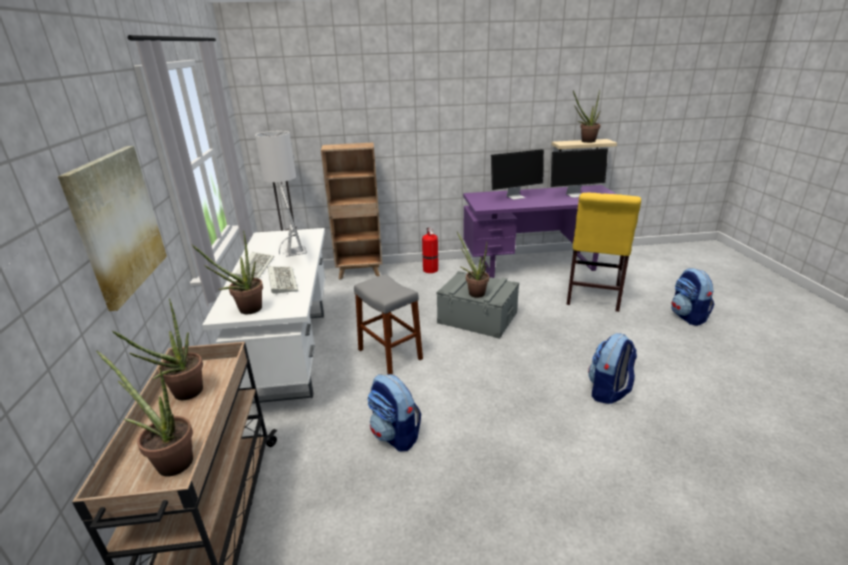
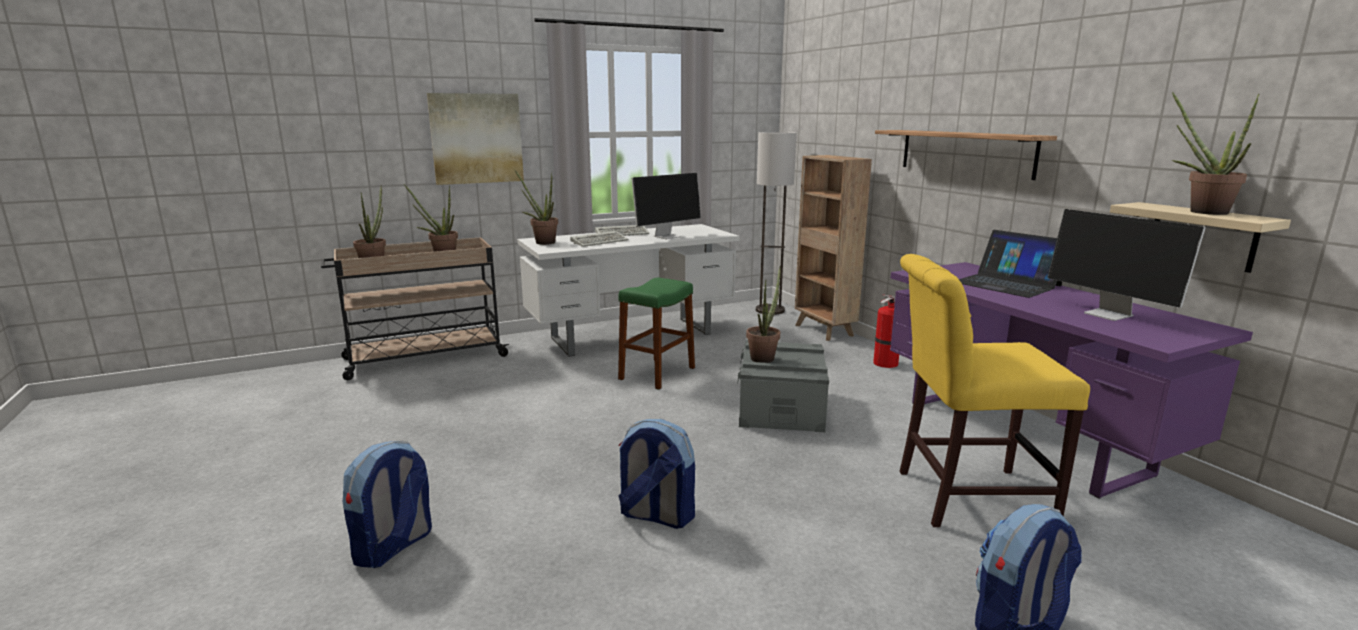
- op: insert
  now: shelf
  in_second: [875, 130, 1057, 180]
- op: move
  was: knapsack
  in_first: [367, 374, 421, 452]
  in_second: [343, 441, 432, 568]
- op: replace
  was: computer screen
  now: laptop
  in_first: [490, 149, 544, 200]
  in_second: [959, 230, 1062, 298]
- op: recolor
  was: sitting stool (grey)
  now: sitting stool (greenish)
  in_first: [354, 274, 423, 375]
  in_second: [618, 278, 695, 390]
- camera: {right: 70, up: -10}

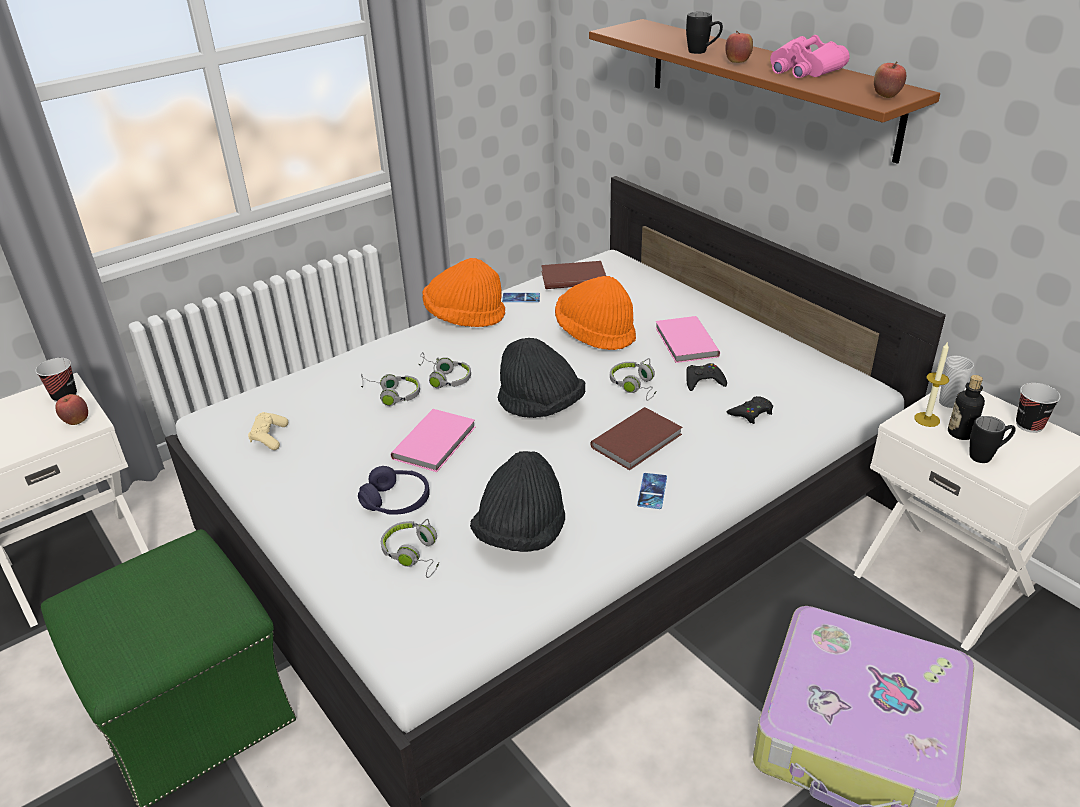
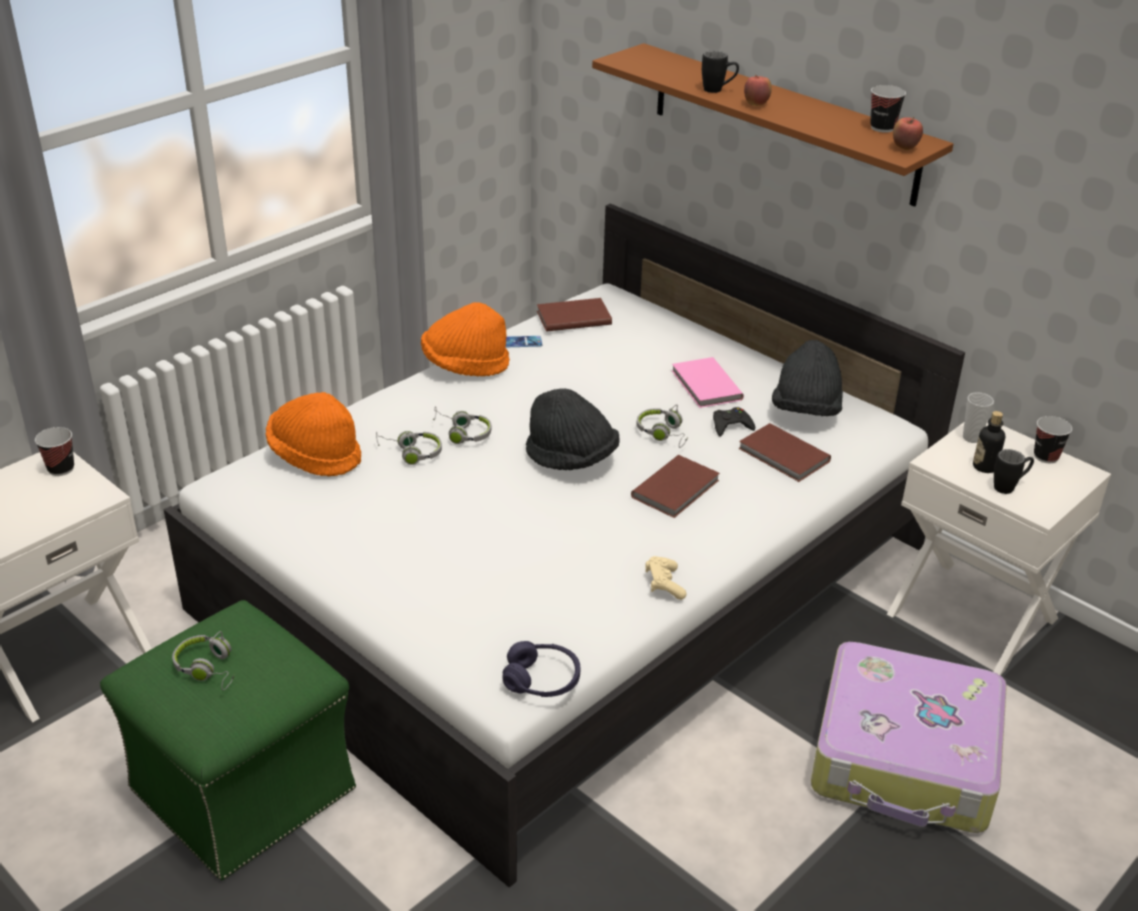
- op: delete
  was: apple
  in_first: [55, 394, 88, 425]
- op: delete
  was: volume (pinkish)
  in_first: [391, 409, 476, 472]
- op: delete
  was: handset
  in_first: [637, 473, 667, 509]
- op: delete
  was: field glasses (pinkish)
  in_first: [770, 35, 849, 78]
- op: delete
  was: wax light
  in_first: [914, 341, 949, 427]
- op: insert
  now: drinking cup
  in_second: [870, 85, 906, 133]
- op: move
  was: gamepad (sand-coloured)
  in_first: [248, 412, 288, 450]
  in_second: [645, 556, 686, 600]
- op: move
  was: headset (purple-coloured)
  in_first: [358, 466, 430, 515]
  in_second: [502, 641, 580, 697]
- op: move
  was: headset (grey)
  in_first: [381, 519, 439, 578]
  in_second: [172, 631, 235, 690]
- op: move
  was: wearable hat (blackish)
  in_first: [470, 451, 565, 552]
  in_second: [772, 340, 843, 416]
- op: move
  was: wearable hat (orangey)
  in_first: [555, 276, 636, 350]
  in_second: [265, 392, 361, 477]
- op: replace
  was: gamepad (blackish)
  now: volume (brown-coloured)
  in_first: [727, 396, 773, 424]
  in_second: [738, 423, 831, 482]
- camera: {right: -10, up: 0}

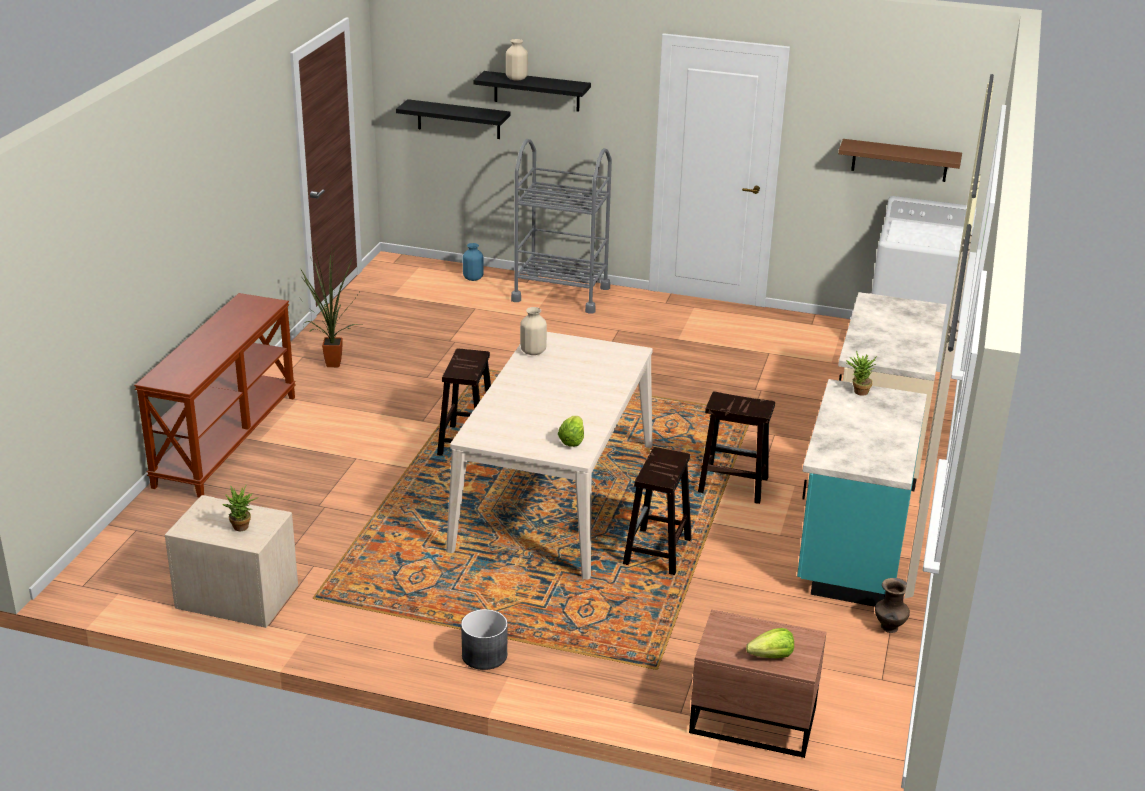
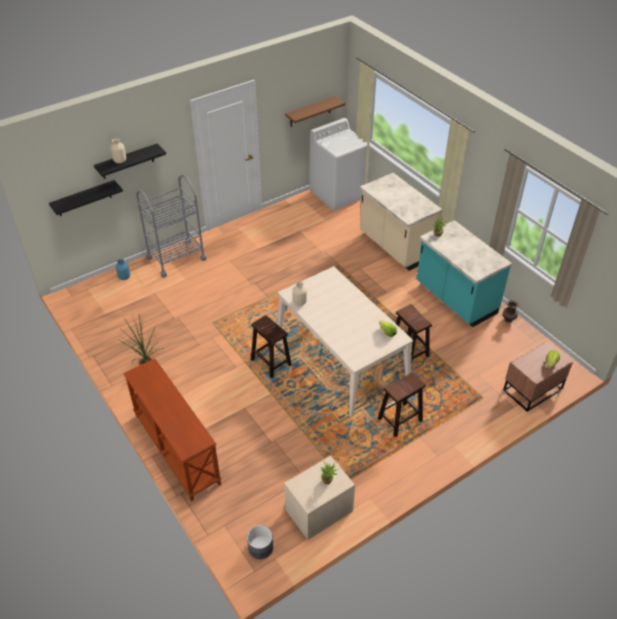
- op: move
  was: flower pot (grey)
  in_first: [461, 609, 508, 670]
  in_second: [247, 525, 273, 559]
- op: move
  was: sitting stool (brown-coloured)
  in_first: [698, 391, 775, 504]
  in_second: [378, 372, 426, 437]
- camera: {right: -50, up: 15}

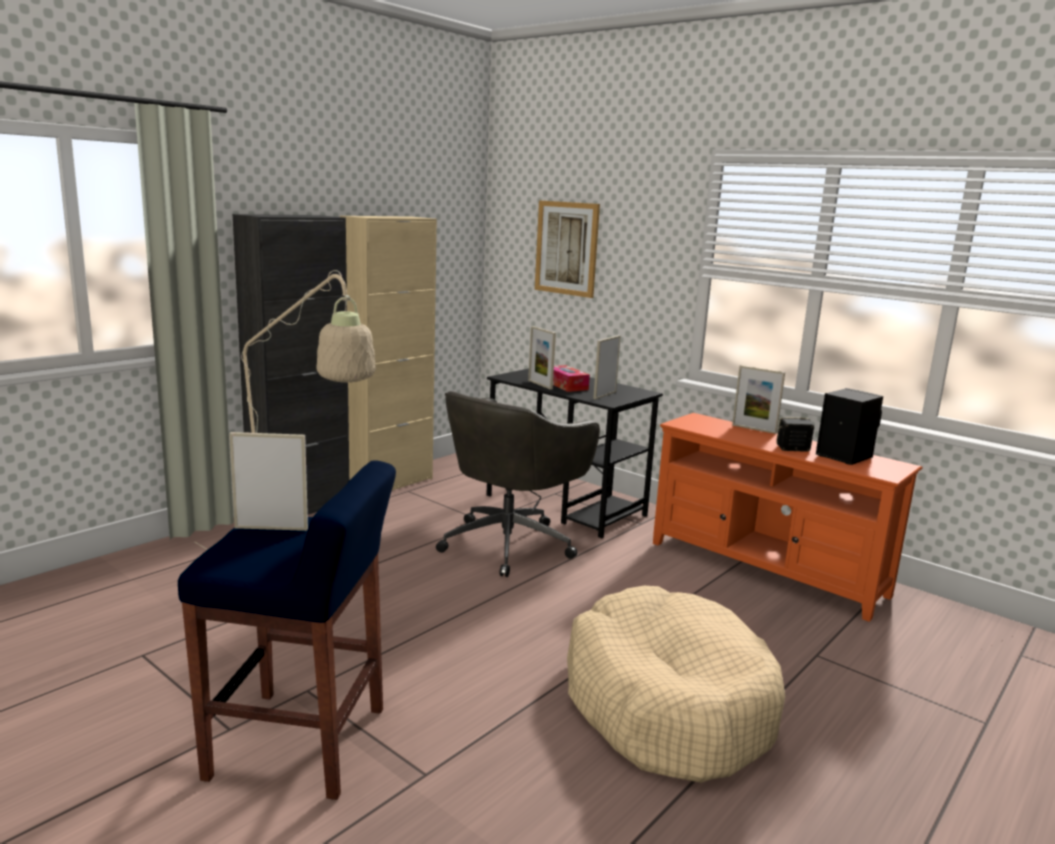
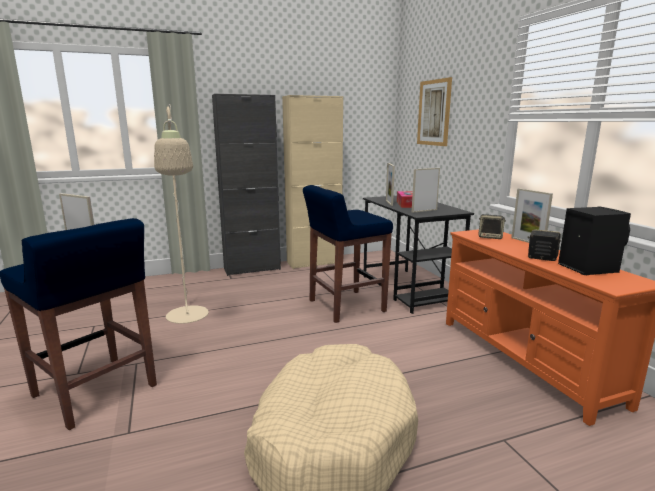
- op: insert
  now: speaker
  in_second: [479, 214, 506, 239]
- op: replace
  was: computer chair (grey)
  now: sitting stool (blue)
  in_first: [436, 391, 600, 577]
  in_second: [303, 185, 393, 323]
- camera: {right: 30, up: 0}

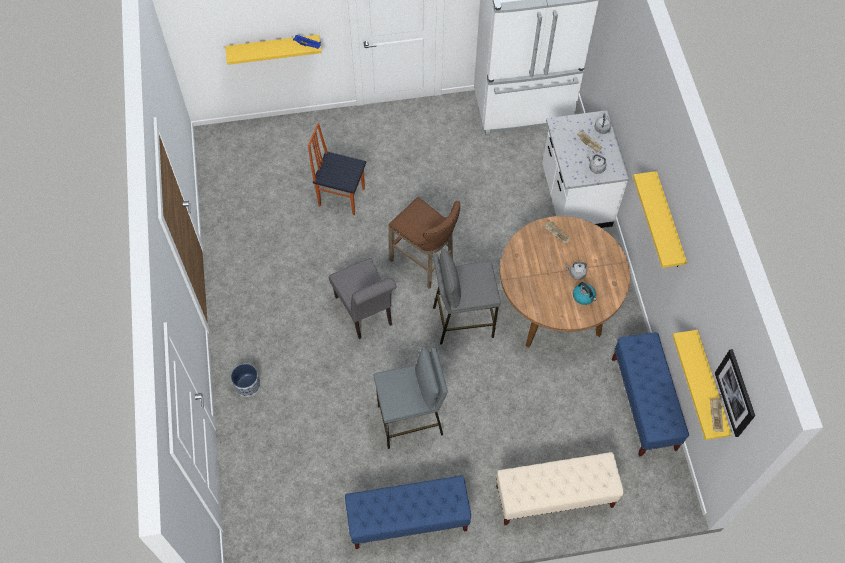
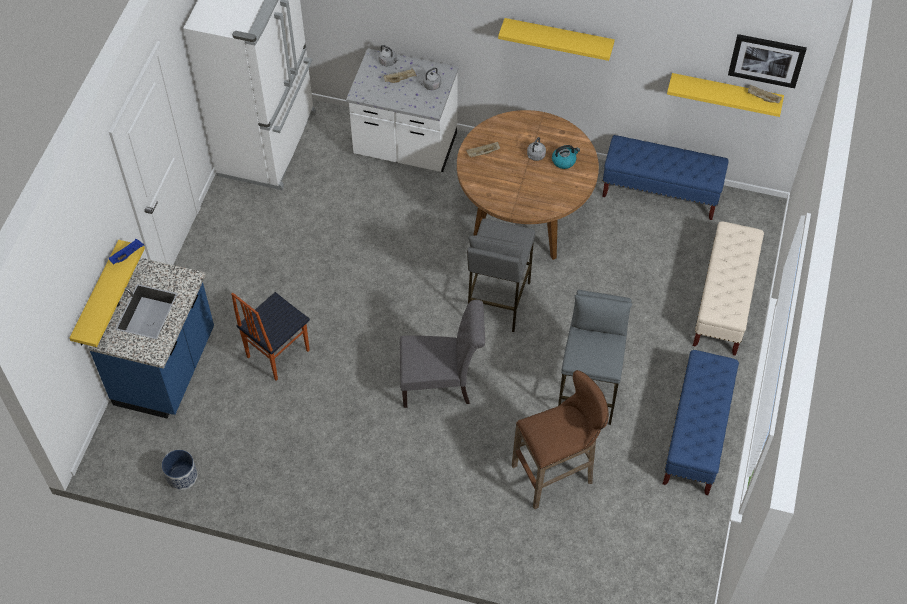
- op: insert
  now: counter (blue)
  in_second: [88, 258, 214, 418]
- op: move
  was: flower pot
  in_first: [231, 364, 261, 397]
  in_second: [162, 450, 198, 490]
- op: move
  was: sitting stool (brown-coloured)
  in_first: [389, 197, 460, 289]
  in_second: [512, 370, 609, 509]
- camera: {right: -65, up: -5}

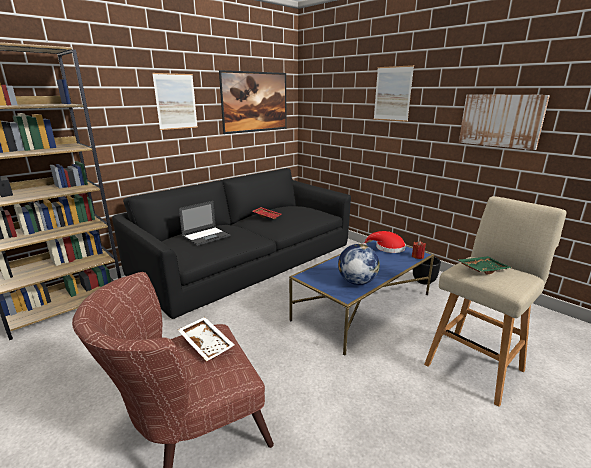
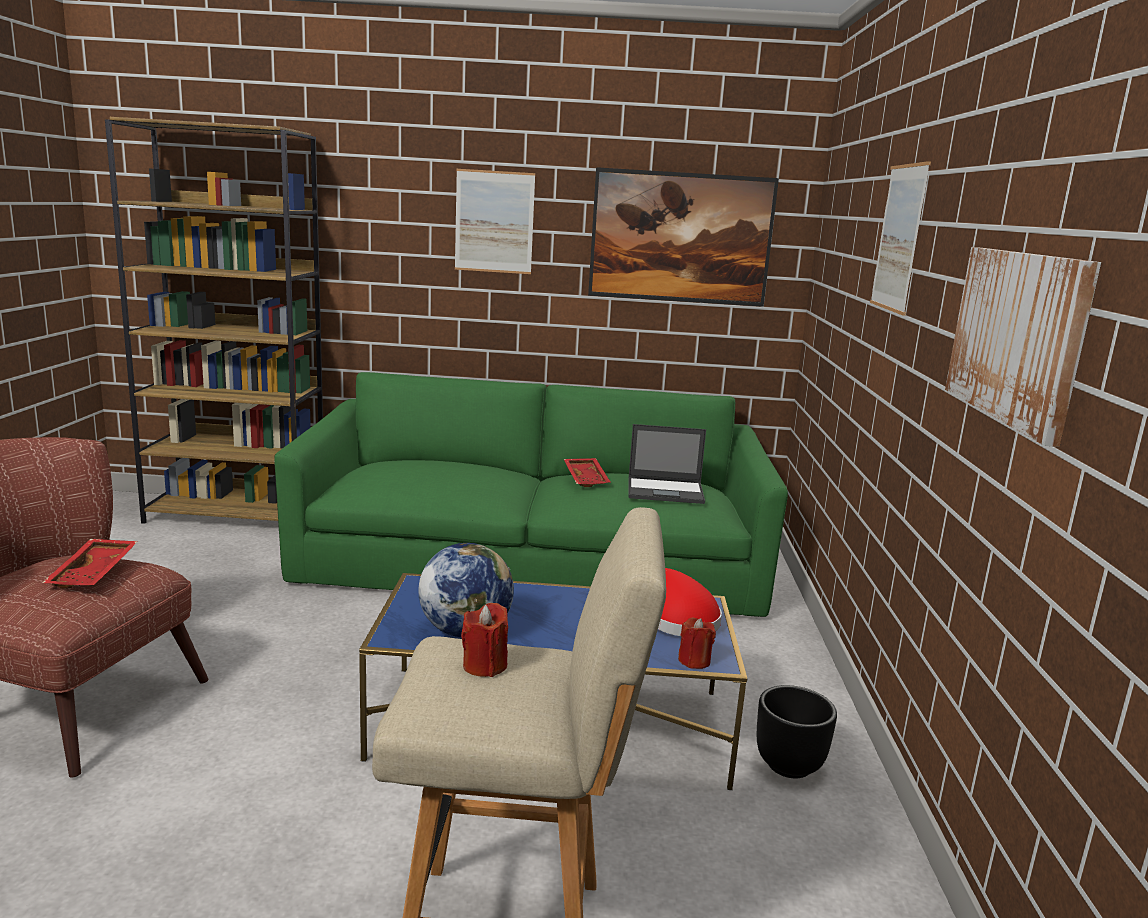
- op: move
  was: laptop
  in_first: [179, 201, 231, 246]
  in_second: [628, 424, 706, 504]
- op: replace
  was: tray (greenish)
  now: wax light (red-coloured)
  in_first: [457, 256, 512, 274]
  in_second: [461, 603, 508, 677]
- op: recolor
  was: sofa (blackish)
  now: sofa (greenish)
  in_first: [112, 168, 351, 319]
  in_second: [274, 372, 788, 617]
- op: recolor
  was: tray (white)
  now: tray (red-coloured)
  in_first: [178, 317, 234, 361]
  in_second: [42, 539, 138, 589]
- camera: {right: 45, up: -5}

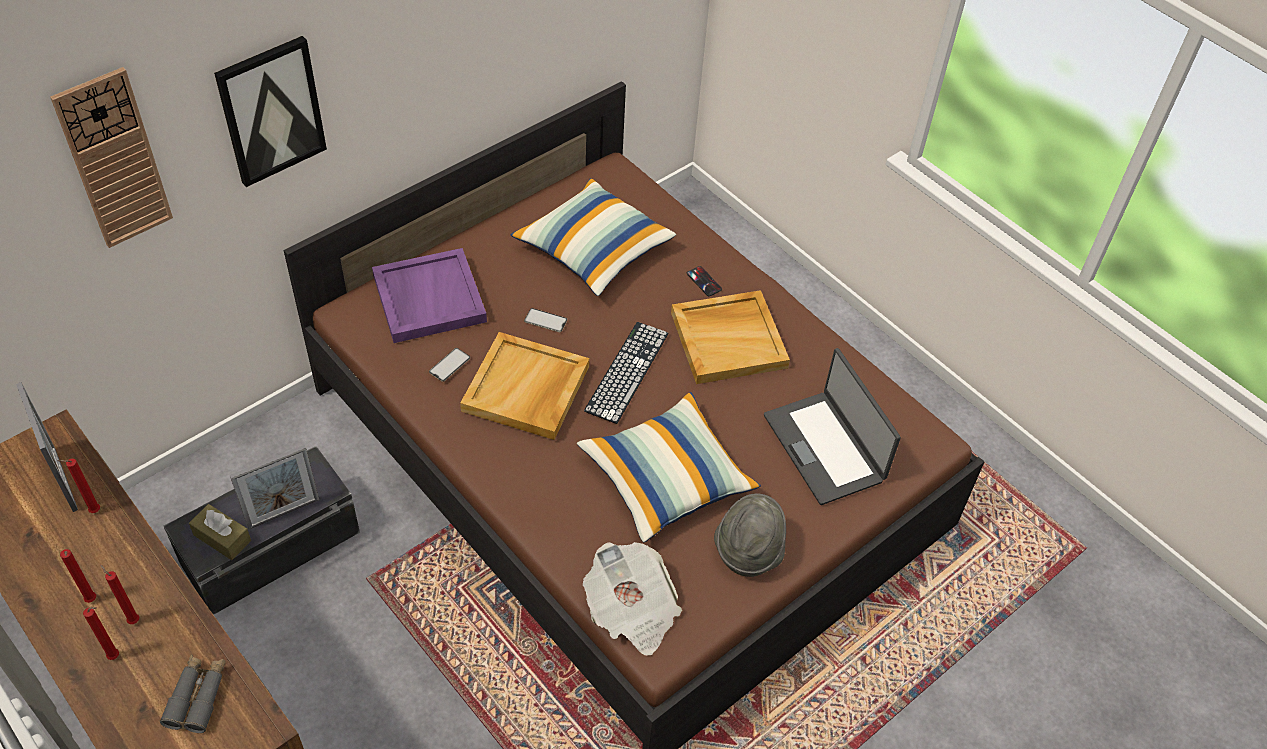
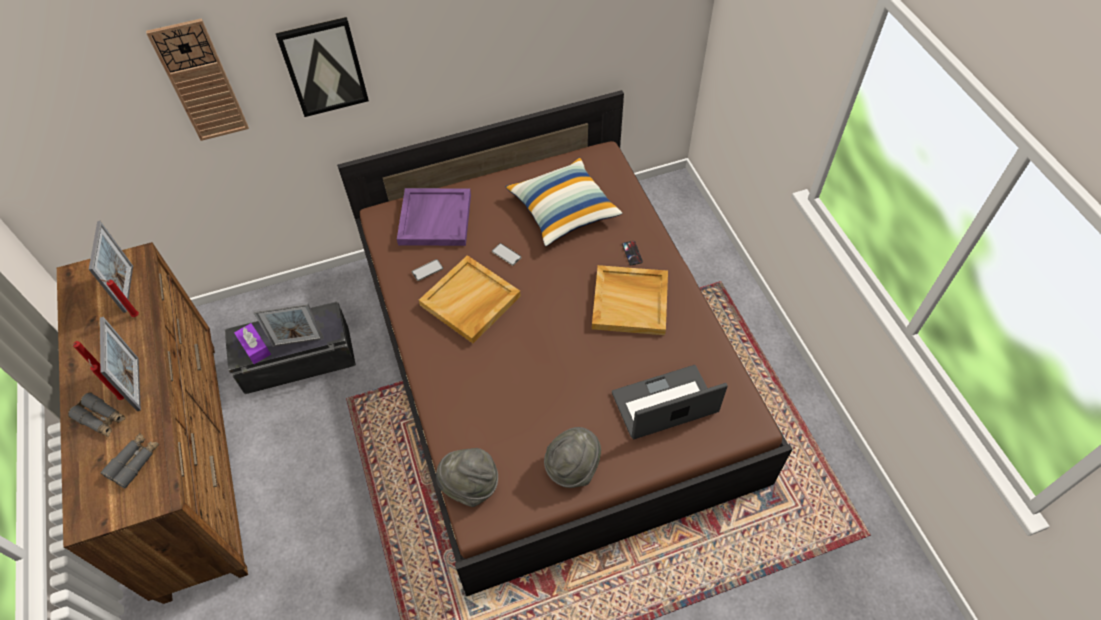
- op: delete
  was: pillow
  in_first: [577, 392, 761, 542]
- op: delete
  was: computer keyboard
  in_first: [584, 322, 668, 424]
- op: insert
  now: photo frame
  in_second: [100, 317, 141, 411]
- op: replace
  was: wax light (red-coloured)
  now: field glasses (grey)
  in_first: [83, 607, 119, 660]
  in_second: [68, 392, 125, 437]
- op: replace
  was: newspaper
  now: wearable hat (grey)
  in_first: [583, 542, 682, 656]
  in_second: [436, 448, 498, 507]
- op: recolor
  was: box of tissues (brown-coloured)
  now: box of tissues (purple-coloured)
  in_first: [189, 504, 251, 560]
  in_second: [234, 323, 271, 364]
- op: rotate
  was: laptop
  in_first: [764, 348, 901, 505]
  in_second: [612, 365, 728, 439]
  clockwise: 75
- camera: {right: 25, up: 5}

